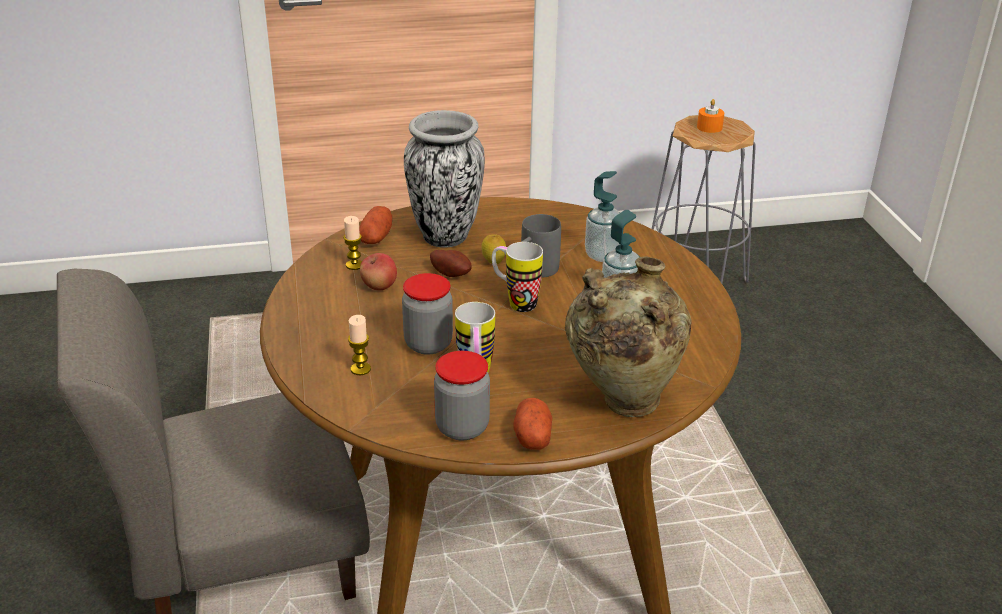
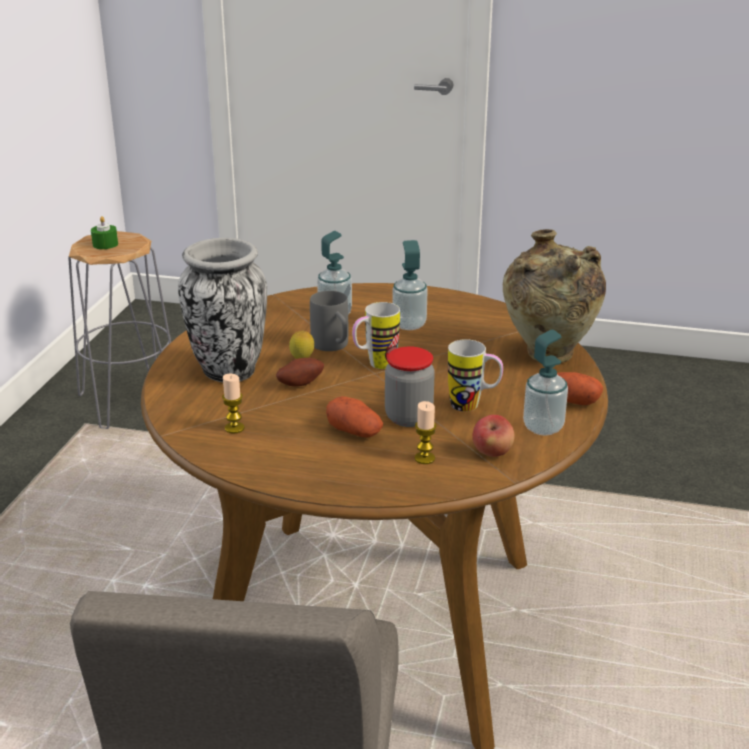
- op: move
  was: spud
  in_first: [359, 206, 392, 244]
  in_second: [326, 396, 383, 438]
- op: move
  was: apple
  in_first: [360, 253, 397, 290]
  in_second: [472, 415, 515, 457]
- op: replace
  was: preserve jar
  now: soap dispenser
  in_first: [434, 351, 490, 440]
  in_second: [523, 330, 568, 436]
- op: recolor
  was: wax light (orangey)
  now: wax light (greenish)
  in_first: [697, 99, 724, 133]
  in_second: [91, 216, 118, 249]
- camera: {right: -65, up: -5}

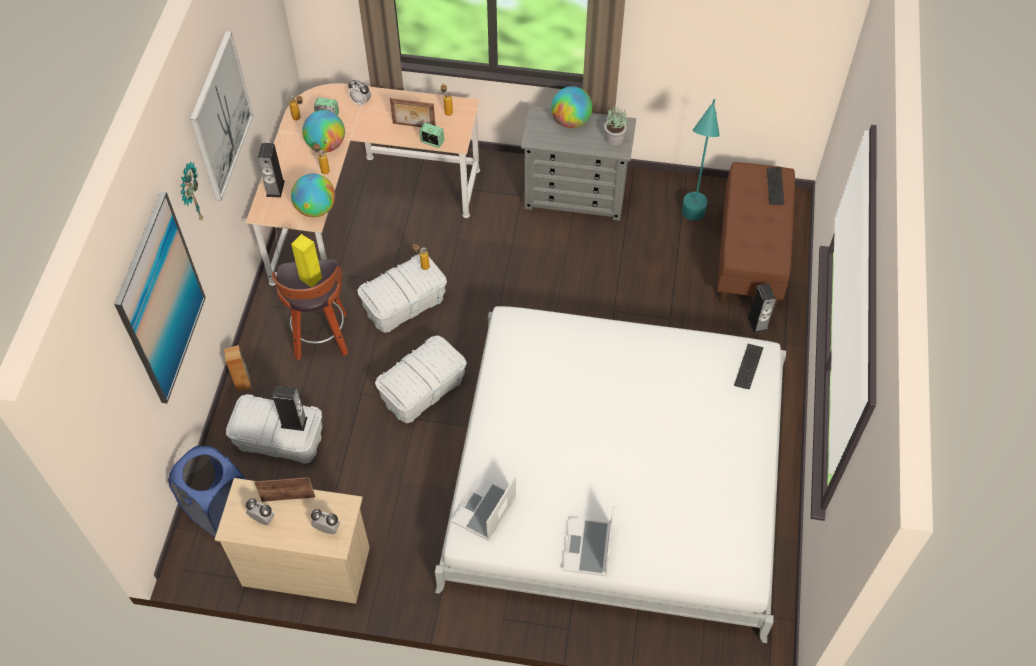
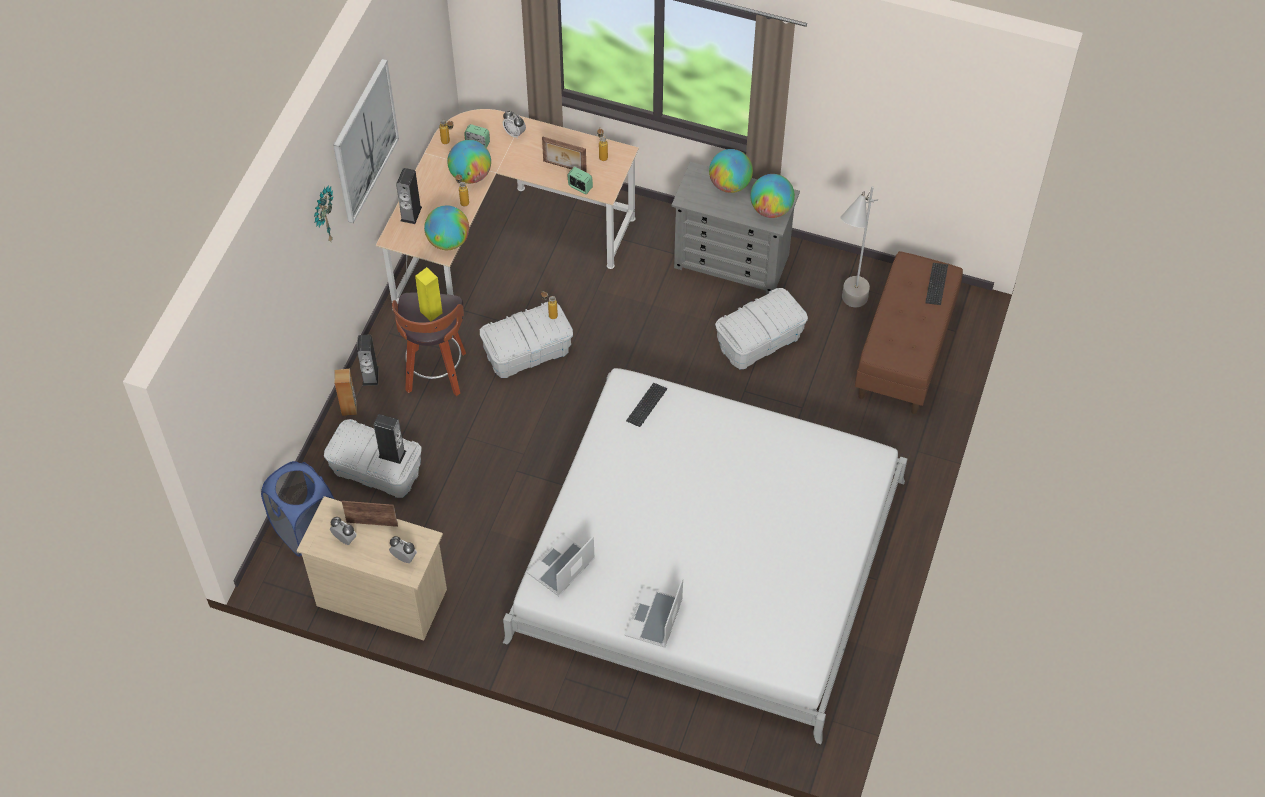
- op: delete
  was: picture
  in_first: [114, 191, 206, 403]
- op: move
  was: storage bin (white)
  in_first: [375, 335, 467, 423]
  in_second: [715, 288, 808, 369]
- op: move
  was: computer keyboard
  in_first: [734, 344, 763, 390]
  in_second: [626, 383, 667, 427]
- op: move
  was: speaker
  in_first: [747, 283, 776, 334]
  in_second: [357, 335, 379, 386]
- op: replace
  was: houseplant
  now: globe
  in_first: [604, 107, 627, 145]
  in_second: [750, 174, 795, 218]
- op: recolor
  was: standing lamp (turquoise)
  now: standing lamp (grey)
  in_first: [682, 99, 720, 221]
  in_second: [840, 186, 878, 307]
- camera: {right: 10, up: 0}

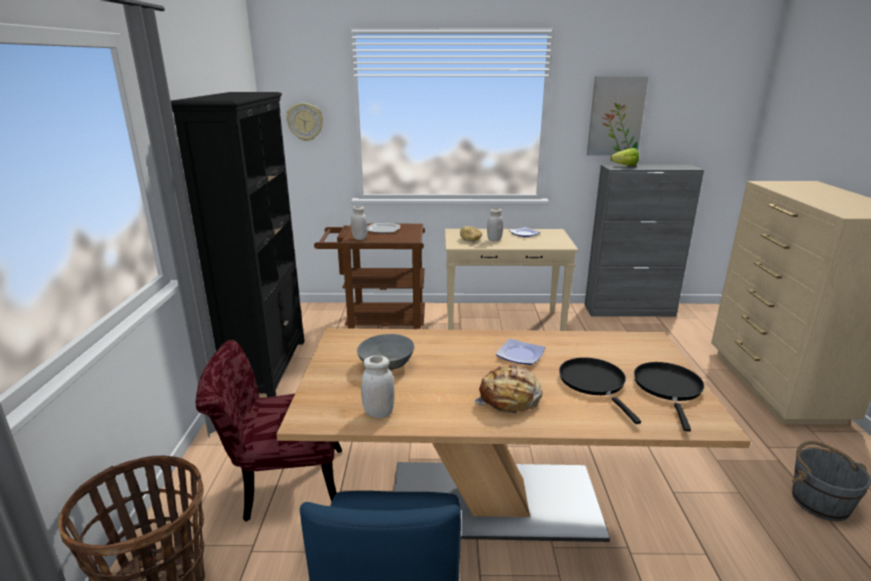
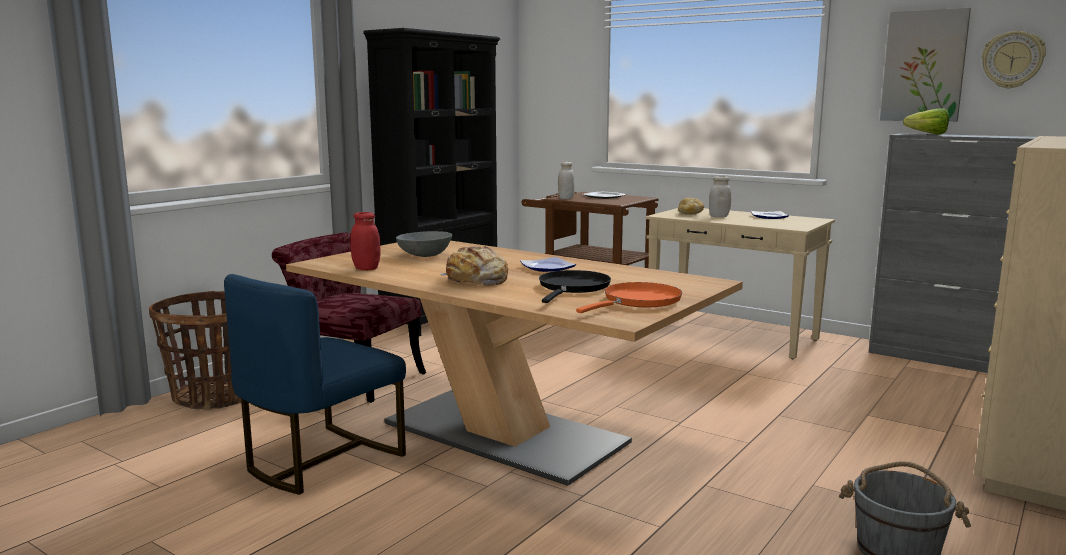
- op: move
  was: hanging clock
  in_first: [286, 103, 323, 141]
  in_second: [982, 31, 1046, 89]
- op: recolor
  was: preserve jar (white)
  now: preserve jar (red-coloured)
  in_first: [361, 356, 395, 418]
  in_second: [350, 212, 380, 270]
- op: recolor
  was: pan (blackish)
  now: pan (orangey)
  in_first: [634, 362, 704, 431]
  in_second: [576, 282, 682, 313]
- camera: {right: 35, up: -10}

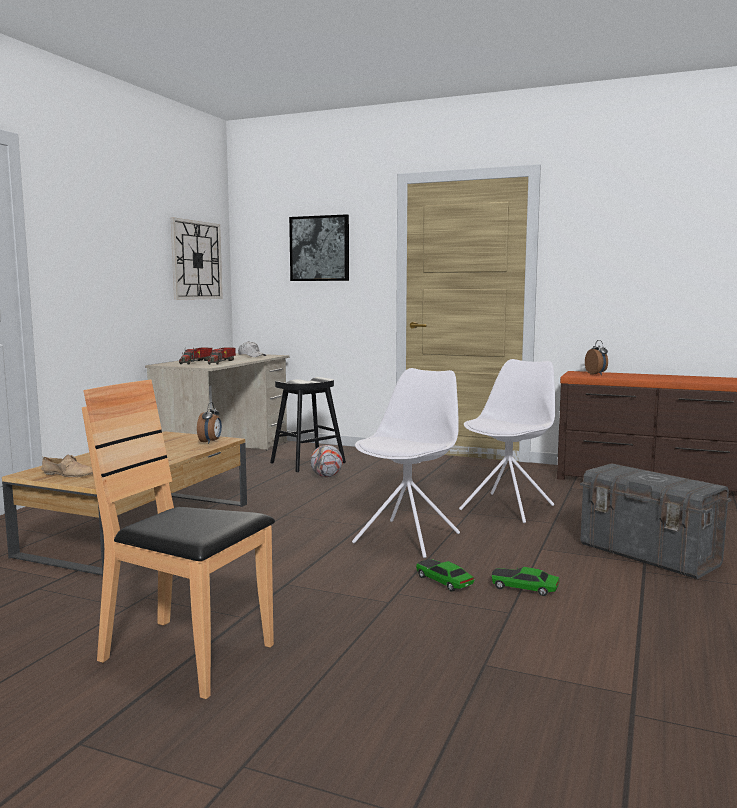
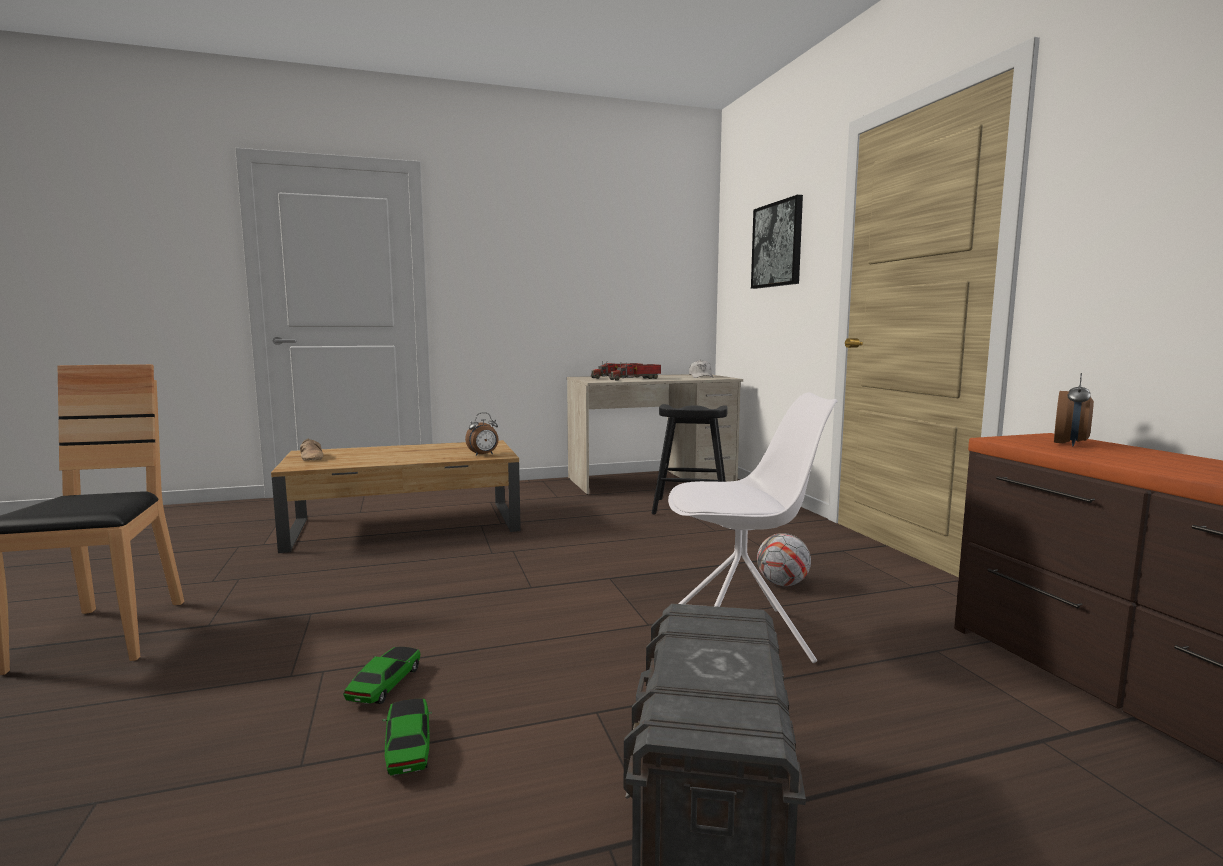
- op: delete
  was: hanging clock
  in_first: [171, 217, 223, 300]
- op: delete
  was: upright chair (white)
  in_first: [352, 368, 460, 558]
- op: move
  was: football
  in_first: [310, 445, 343, 477]
  in_second: [757, 533, 811, 586]
- camera: {right: 50, up: 0}

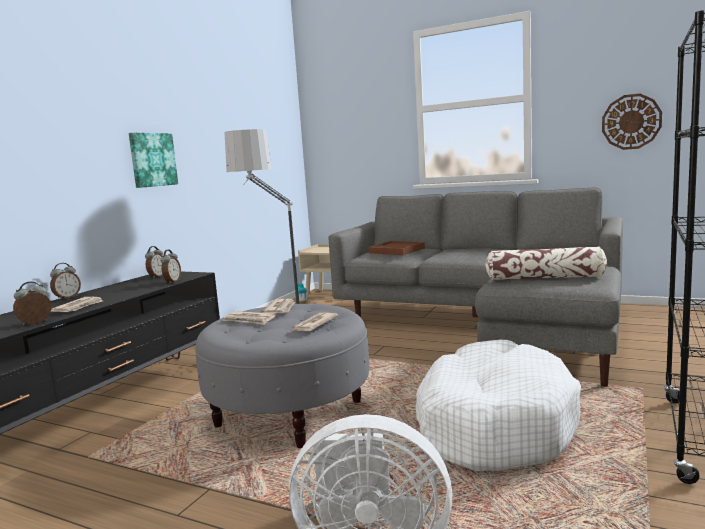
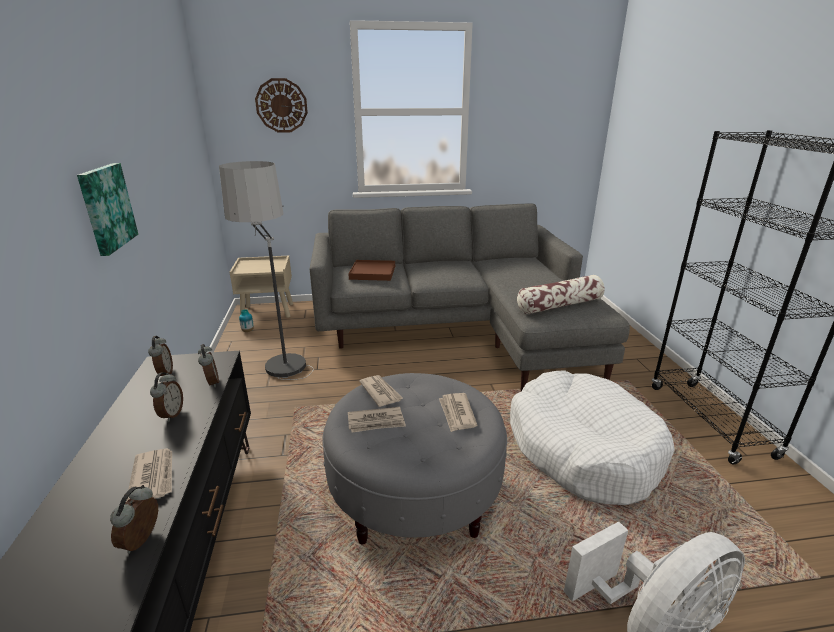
- op: move
  was: bedside clock
  in_first: [50, 263, 81, 300]
  in_second: [150, 372, 183, 422]
- op: move
  was: hanging clock
  in_first: [602, 94, 662, 150]
  in_second: [255, 78, 308, 133]
- camera: {right: -35, up: 15}

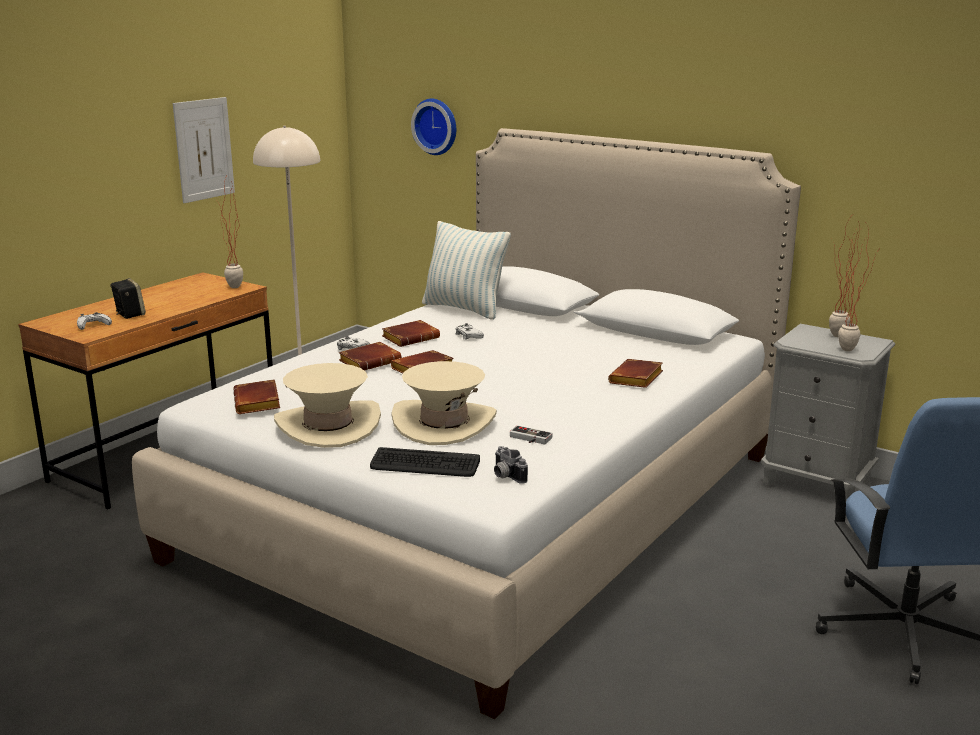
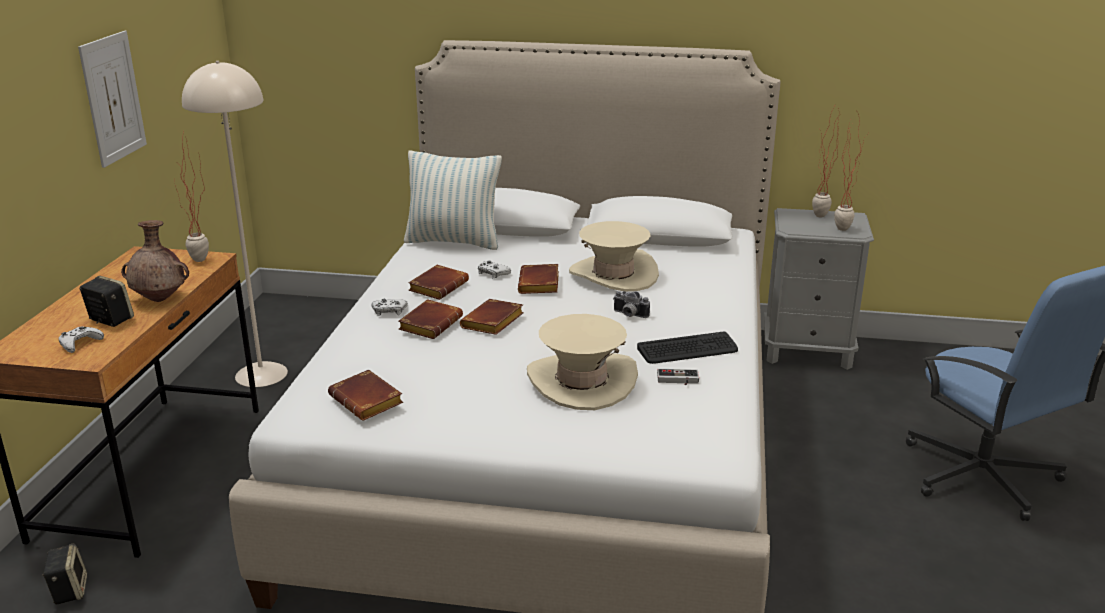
- op: delete
  was: hanging clock
  in_first: [411, 98, 456, 155]
- op: insert
  now: speaker
  in_second: [42, 543, 87, 605]
- op: insert
  now: flower vase (brown-coloured)
  in_second: [121, 220, 189, 302]
- op: move
  was: wearable hat (sand-coloured)
  in_first: [274, 363, 381, 448]
  in_second: [569, 221, 659, 291]
- op: move
  was: computer keyboard
  in_first: [370, 447, 480, 477]
  in_second: [637, 332, 738, 364]
- op: move
  was: photo camera
  in_first: [494, 446, 528, 484]
  in_second: [613, 291, 650, 318]
- op: move
  was: volume (brown-coloured)
  in_first: [608, 359, 663, 388]
  in_second: [518, 264, 559, 294]
- camera: {right: -25, up: 5}

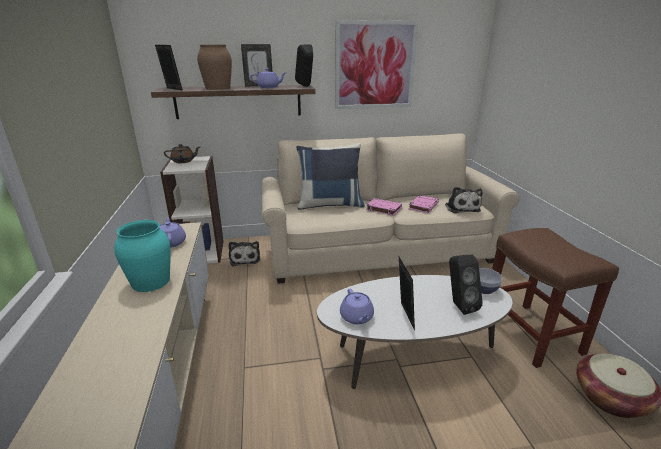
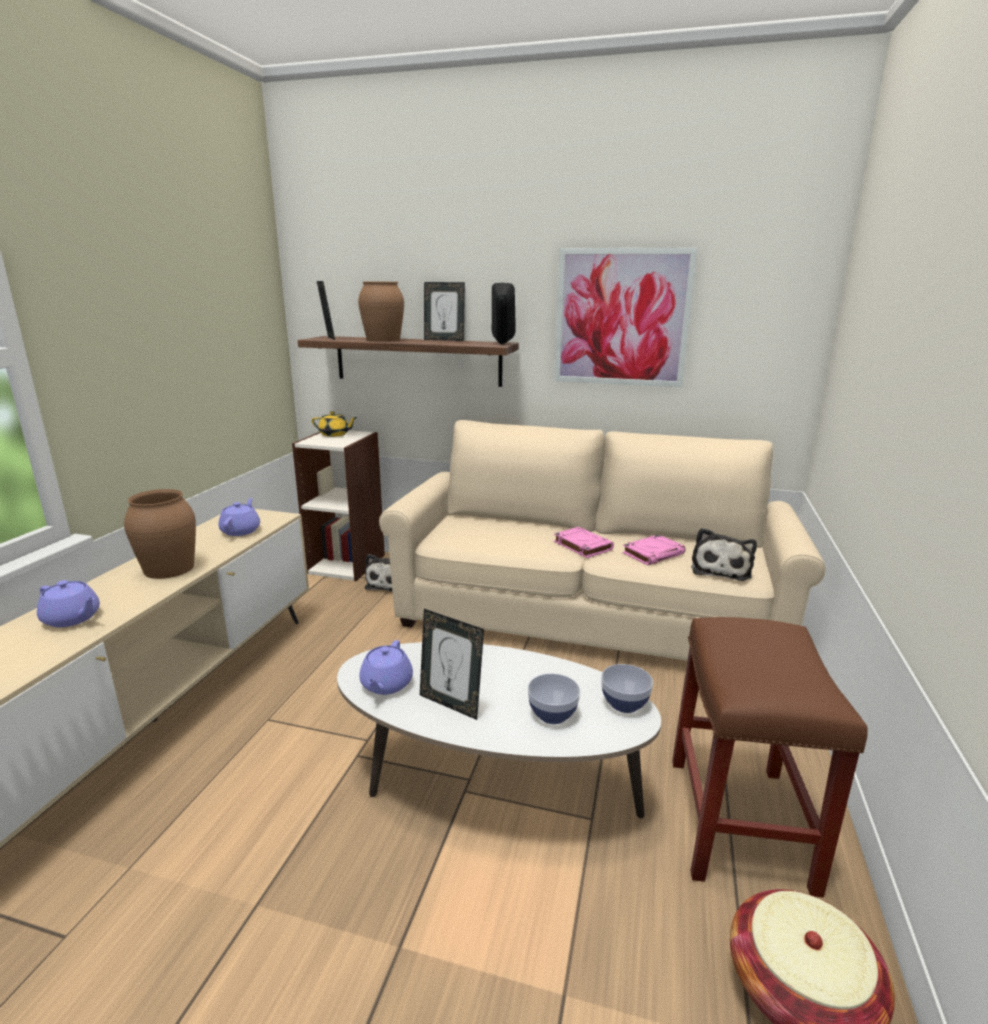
- op: delete
  was: pillow (blue)
  in_first: [296, 143, 365, 210]
- op: move
  was: tea pot (purple-coloured)
  in_first: [250, 68, 286, 88]
  in_second: [37, 580, 100, 627]
- op: replace
  was: speaker (blackish)
  now: deep dish
  in_first: [449, 255, 483, 315]
  in_second: [528, 674, 580, 724]
- op: recolor
  was: flower vase (turquoise)
  now: flower vase (brown-coloured)
  in_first: [114, 220, 170, 292]
  in_second: [124, 489, 196, 579]
- op: recolor
  was: tea pot (brown-coloured)
  now: tea pot (yellow-coloured)
  in_first: [164, 144, 200, 163]
  in_second: [312, 411, 358, 437]
- op: rotate
  was: photo frame
  in_first: [399, 257, 415, 331]
  in_second: [420, 609, 484, 720]
  clockwise: 105
- camera: {right: 25, up: -5}

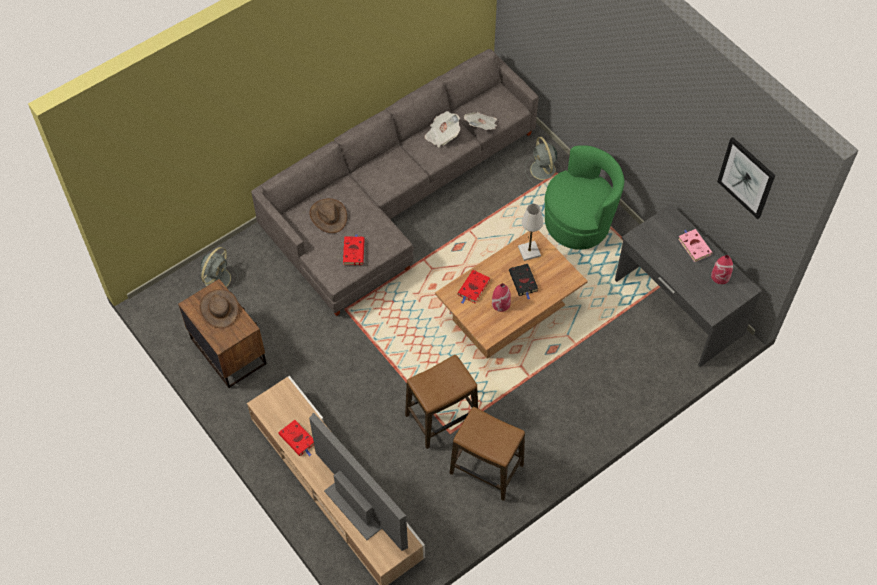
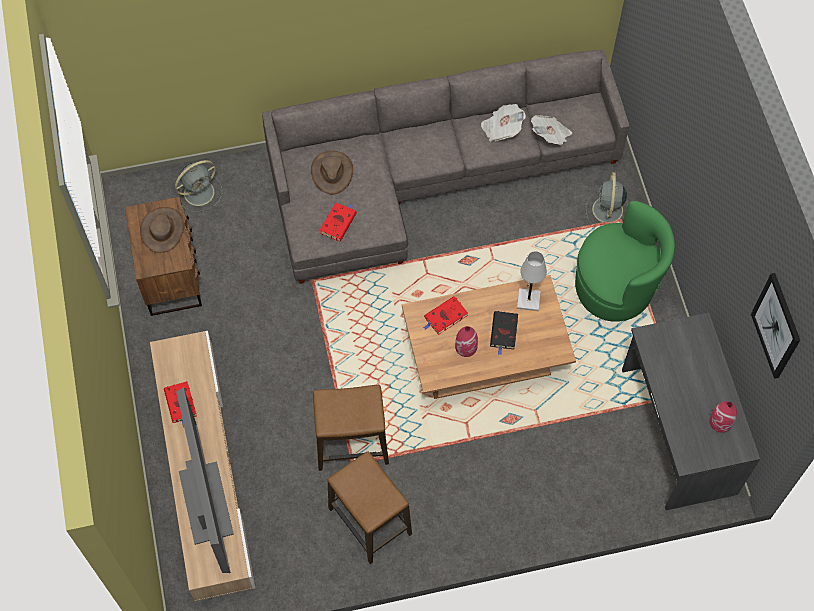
- op: delete
  was: volume (pinkish)
  in_first: [678, 229, 713, 262]
- camera: {right: 25, up: 5}

